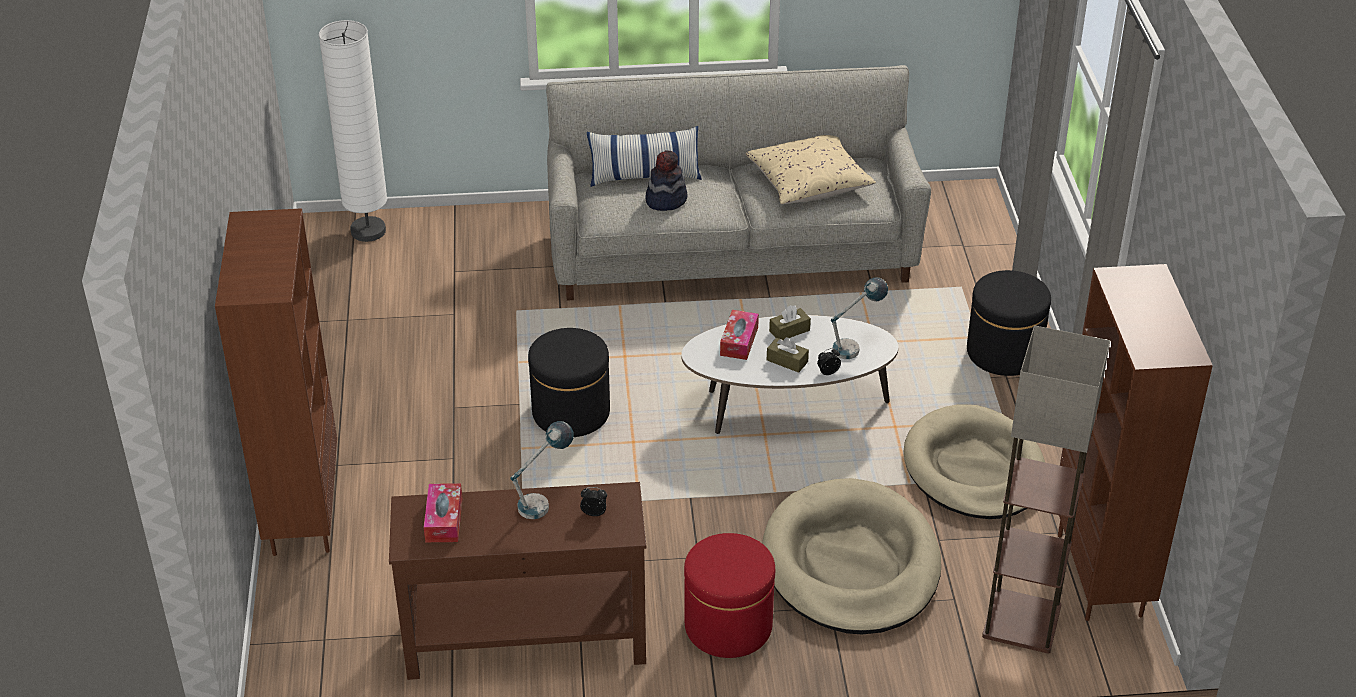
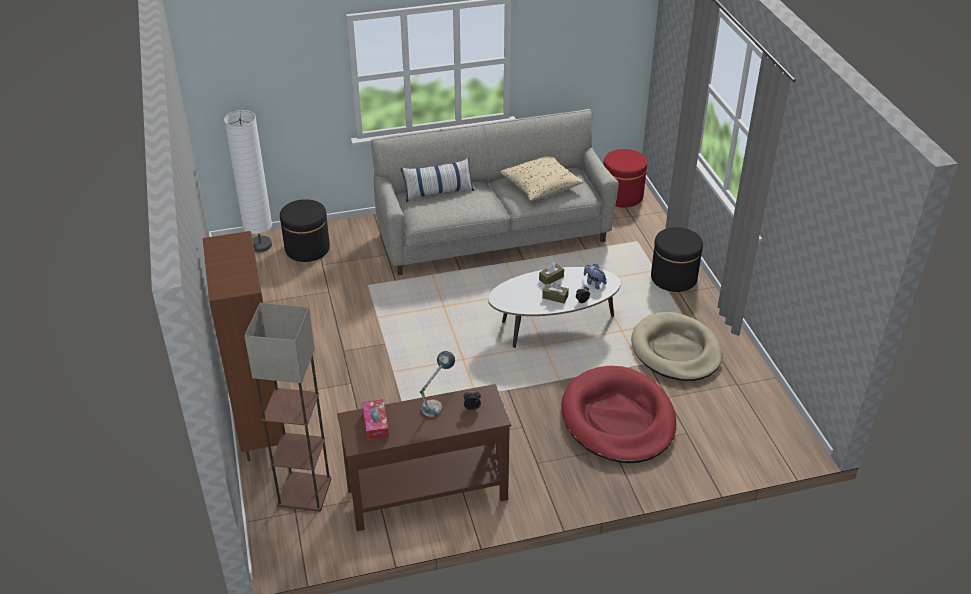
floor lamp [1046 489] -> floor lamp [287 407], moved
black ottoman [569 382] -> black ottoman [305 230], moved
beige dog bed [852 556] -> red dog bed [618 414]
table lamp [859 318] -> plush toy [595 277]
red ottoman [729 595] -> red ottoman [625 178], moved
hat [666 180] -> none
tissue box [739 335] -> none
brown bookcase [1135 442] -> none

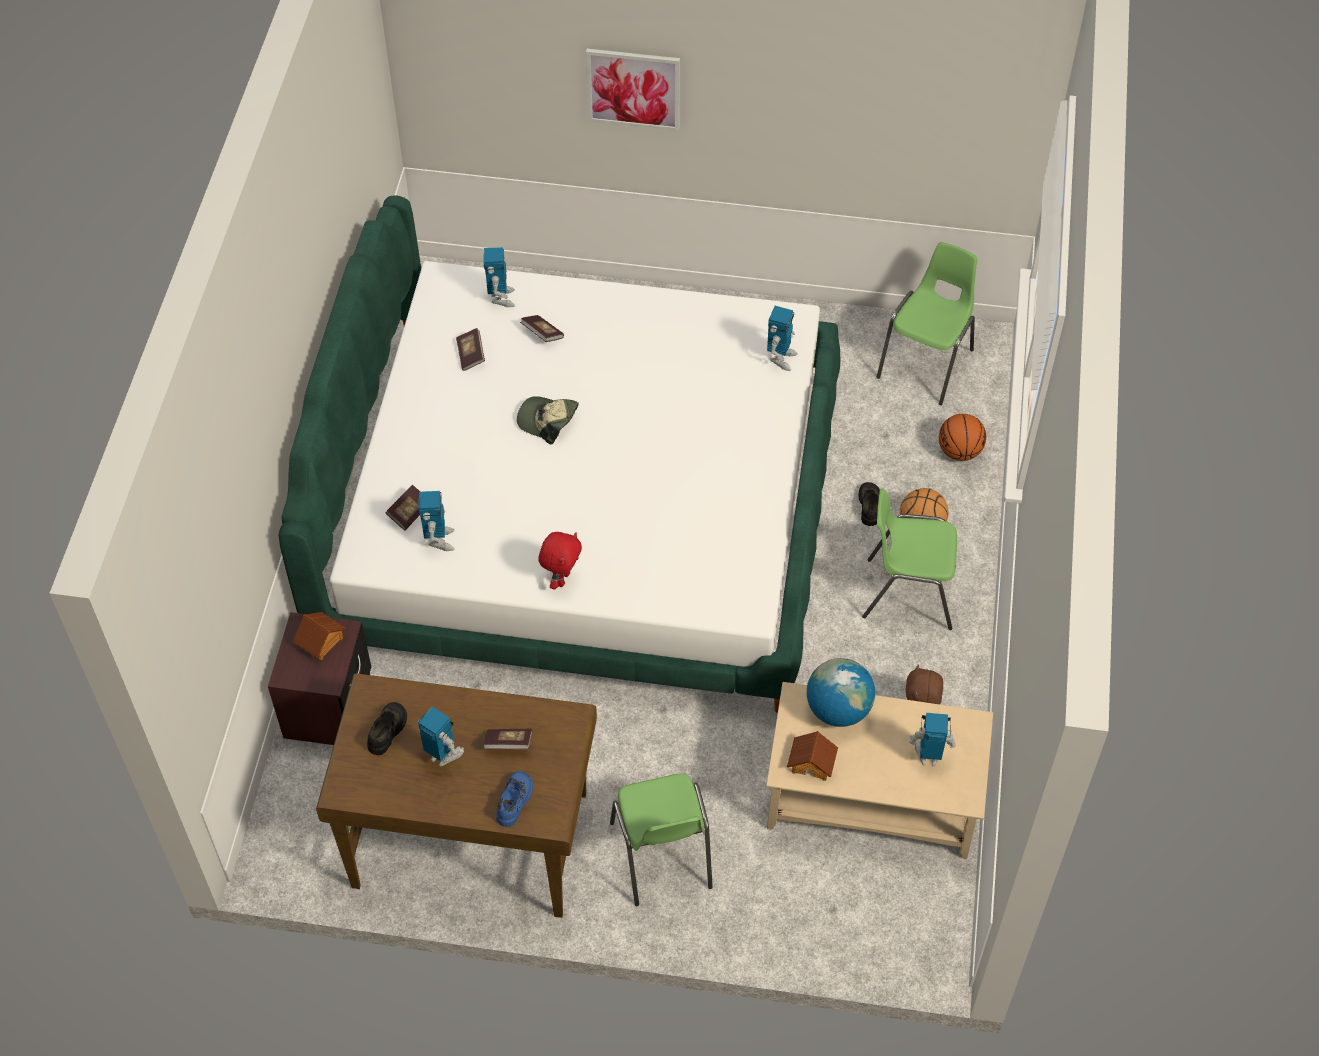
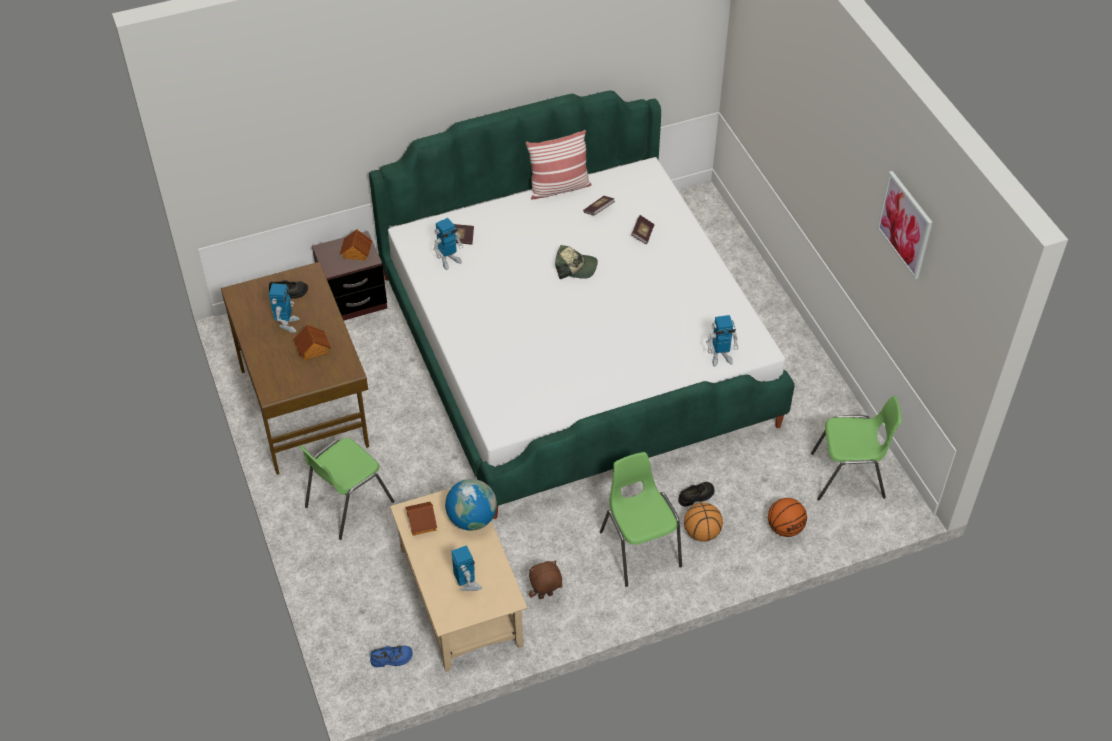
book [508 739] -> toy house [312 343]
blue shoe [514 799] -> blue shoe [391 656], moved
none -> pillow [559 165]
cap [548 420] -> cap [576 262], 105 degrees clockwise
picture [633 90] -> picture [905 225], moved
toy robot [499 277] -> none
red plush toy [560 560] -> none

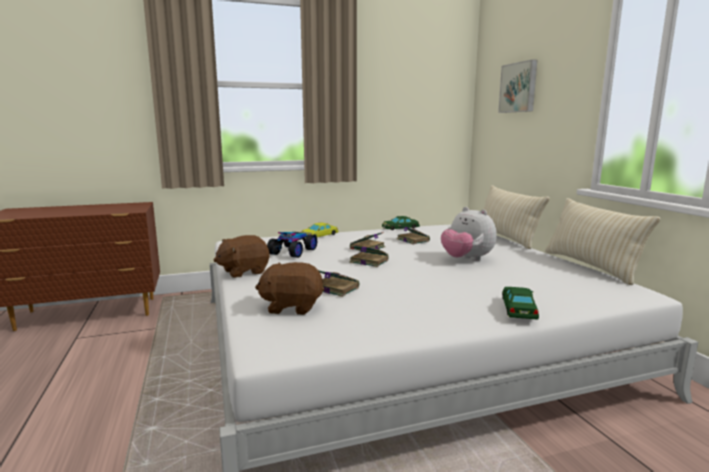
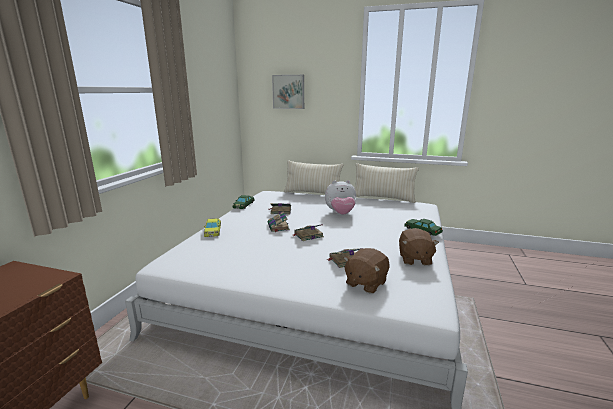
brown plush toy [241 256] -> brown plush toy [419 247], moved
toy car [292 245] -> none

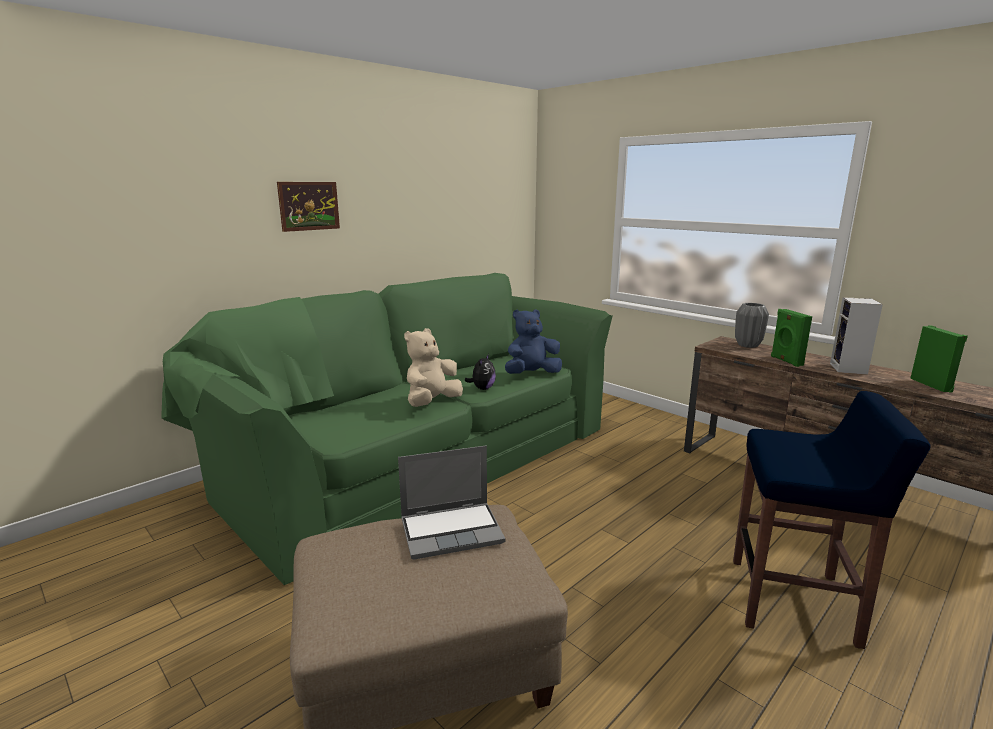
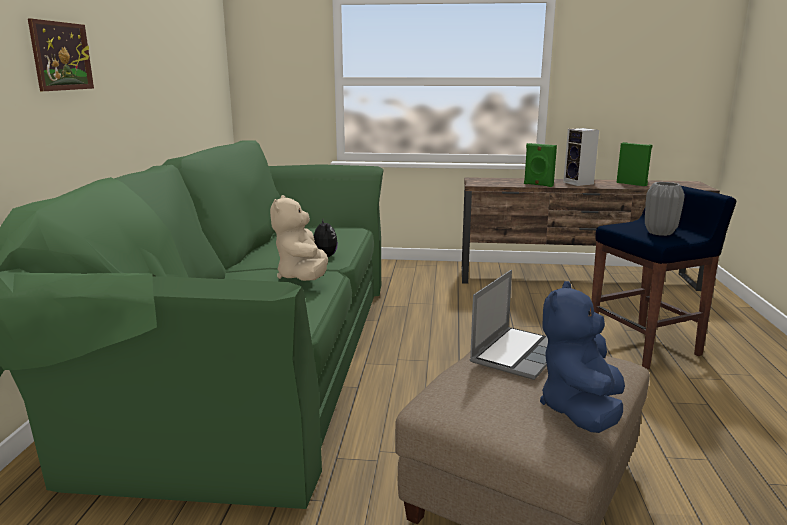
blue plush toy [533 341] -> blue plush toy [582 357], moved
grey vase [752 325] -> grey vase [665 209], moved

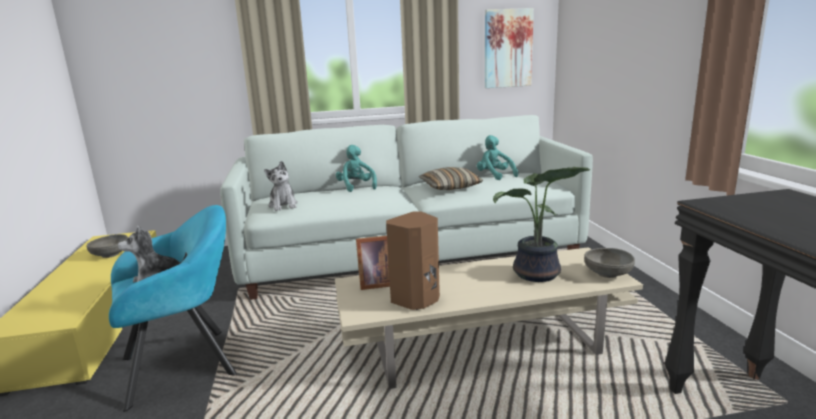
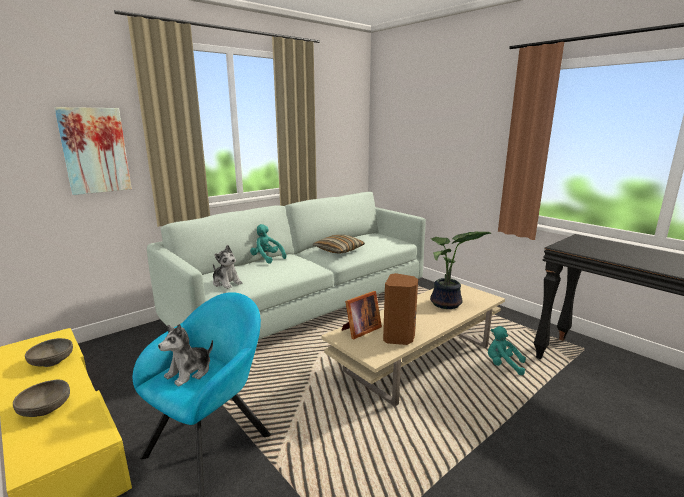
grey bowl [609 263] -> grey bowl [41 398], moved
picture [509 48] -> picture [93 151], moved
turquoise plush toy [497 157] -> turquoise plush toy [507 350], moved

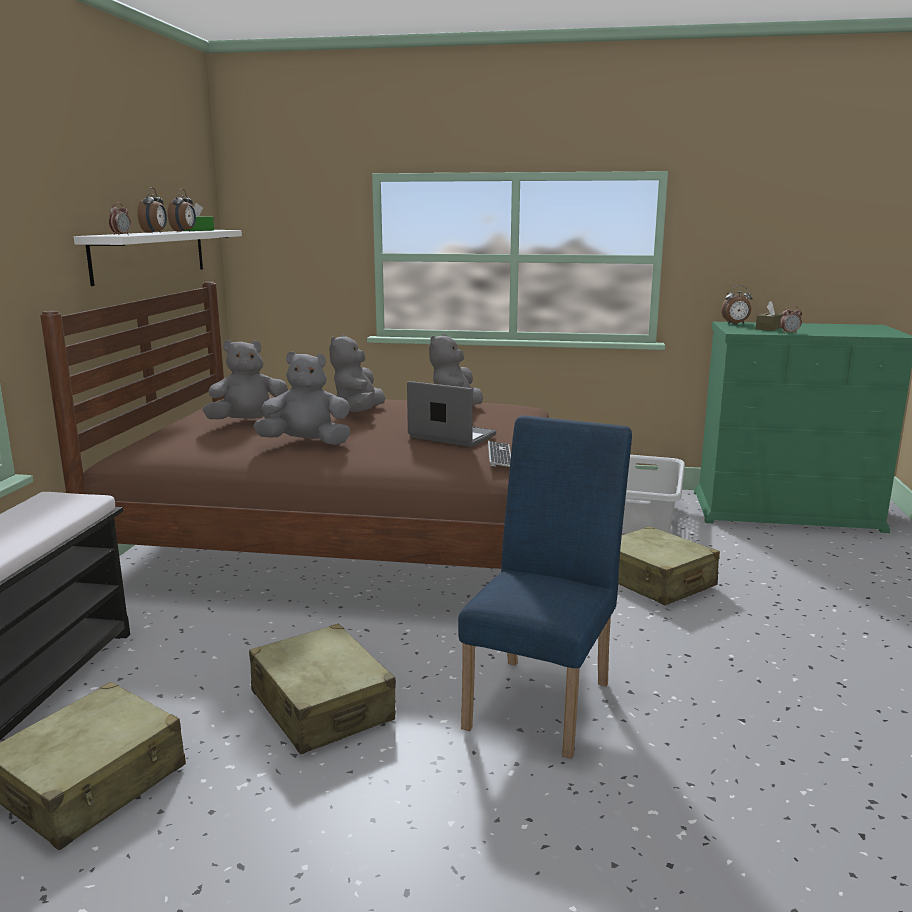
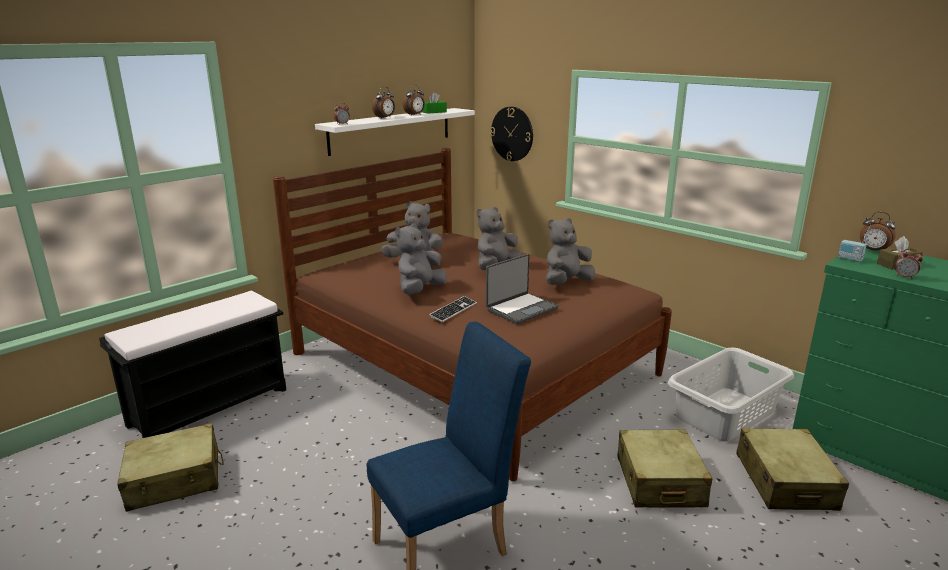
grey plush toy [302 398] -> grey plush toy [421 259], 90 degrees counterclockwise
keyboard [499 454] -> keyboard [453 309], moved
laptop [451 414] -> laptop [522 289], 75 degrees clockwise
none -> wall clock [511 134]
beige suitcase [322 689] -> beige suitcase [792 469], moved
none -> radio [854 243]

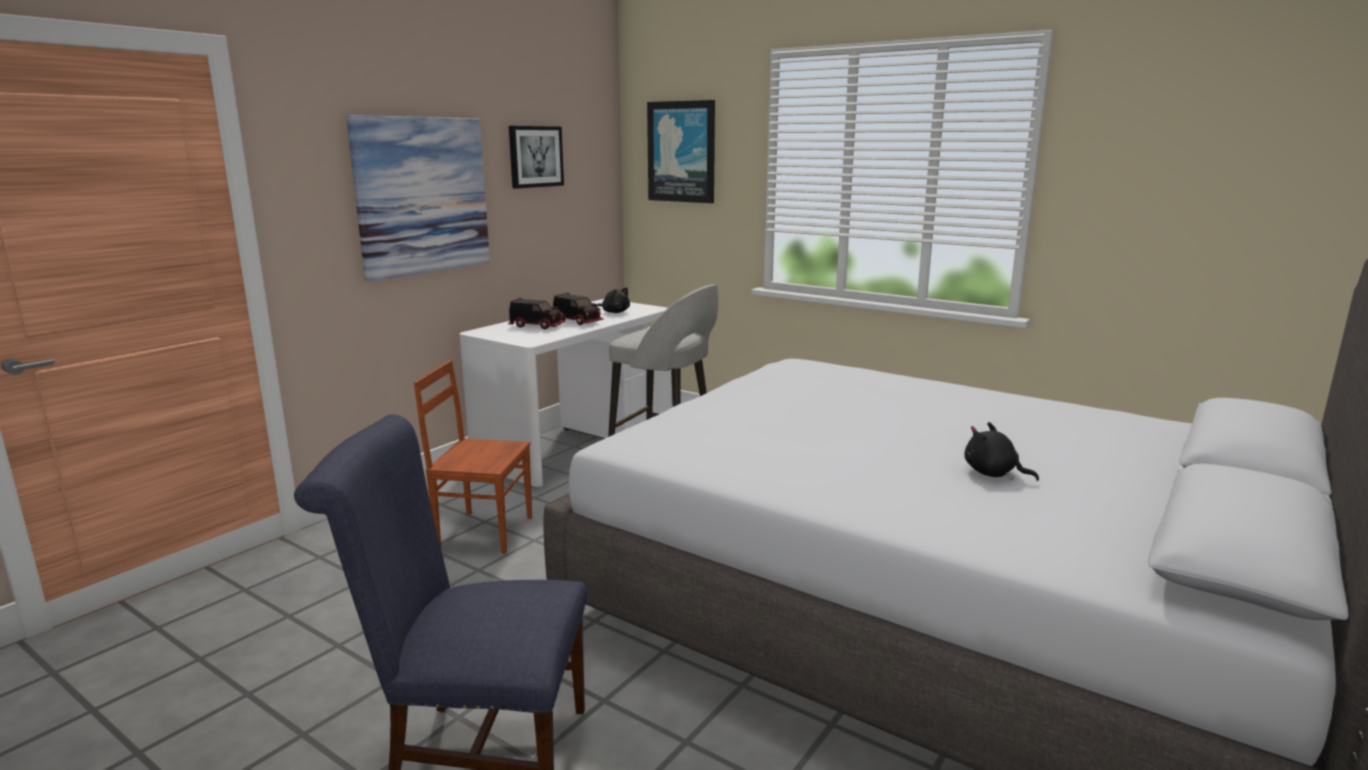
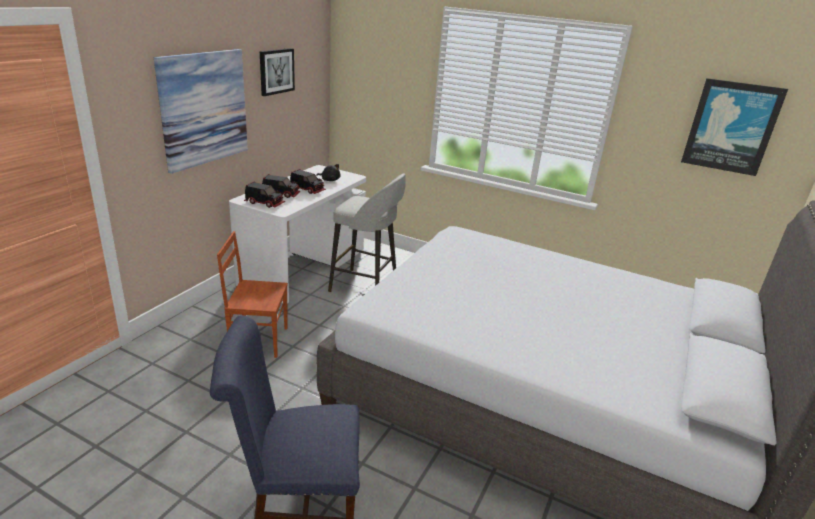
none -> toy truck [264 194]
picture [681 151] -> picture [734 127], moved
black plush toy [1001 451] -> none

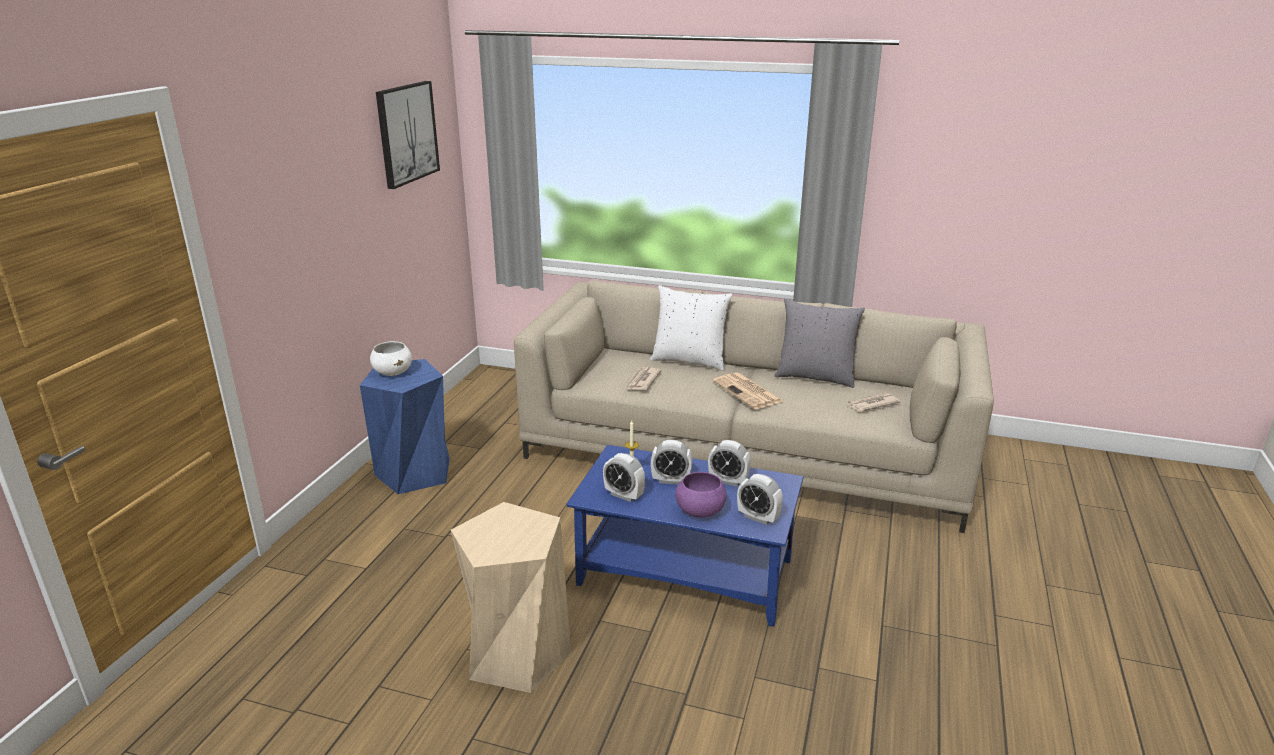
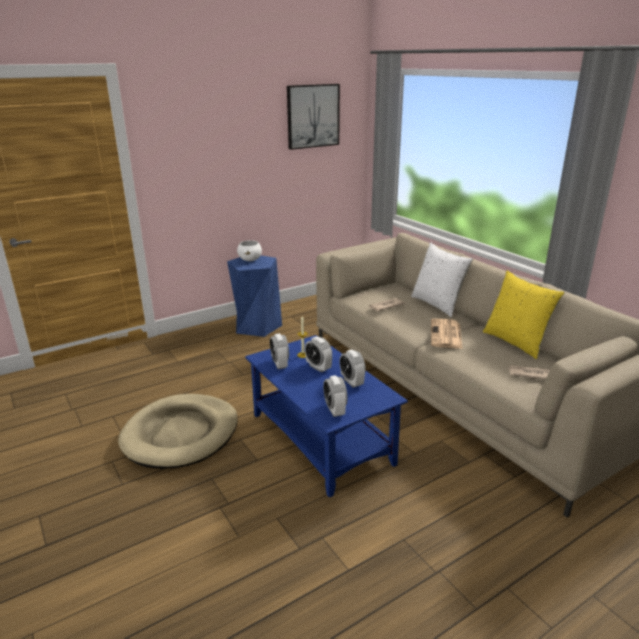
beige stool [511 597] -> beige dog bed [177 431]
grey pillow [819 343] -> yellow pillow [524 315]
purple bowl [700 495] -> none

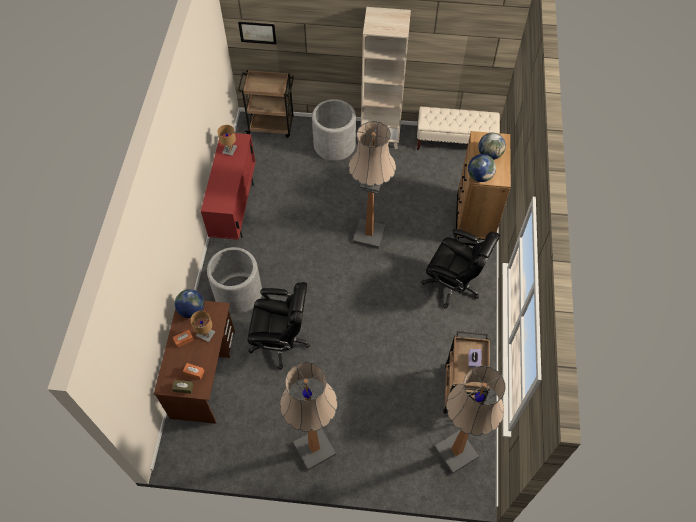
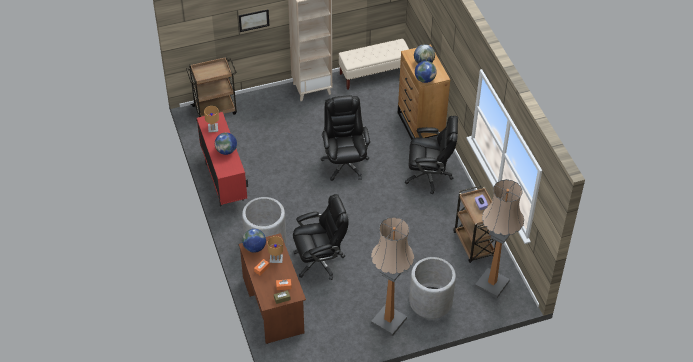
none -> globe [226 143]
picture [257 33] -> picture [254 20], moved
floor lamp [372 185] -> black office chair [345 138]
grey planter [334 130] -> grey planter [432 288], moved

